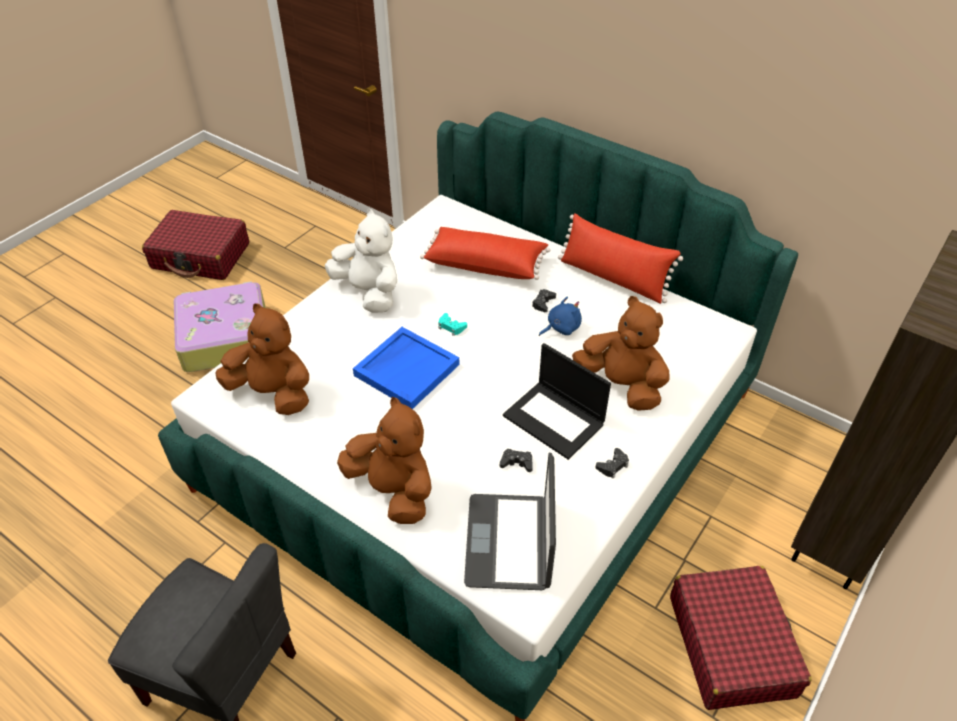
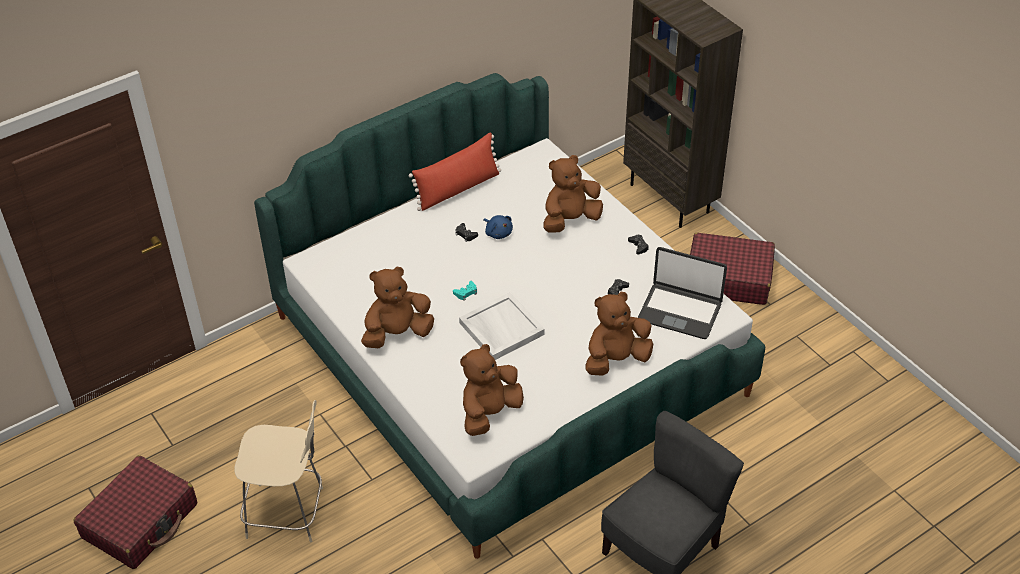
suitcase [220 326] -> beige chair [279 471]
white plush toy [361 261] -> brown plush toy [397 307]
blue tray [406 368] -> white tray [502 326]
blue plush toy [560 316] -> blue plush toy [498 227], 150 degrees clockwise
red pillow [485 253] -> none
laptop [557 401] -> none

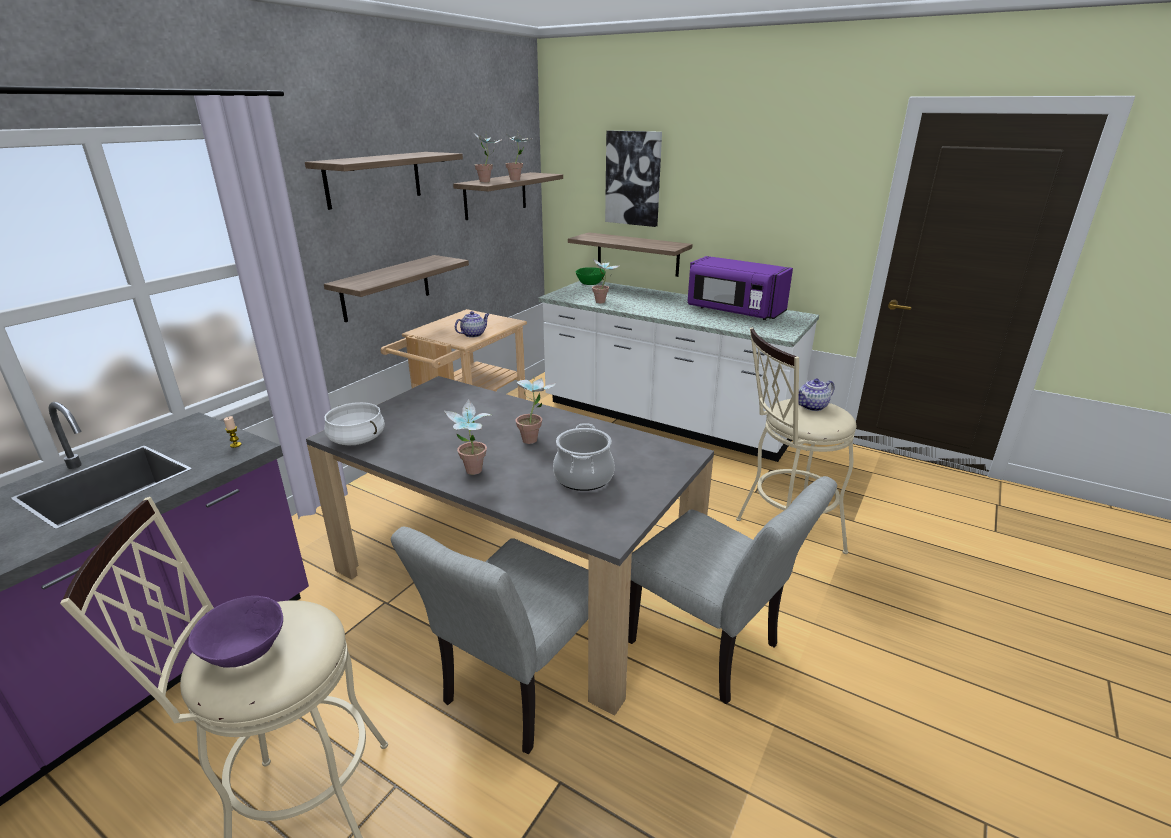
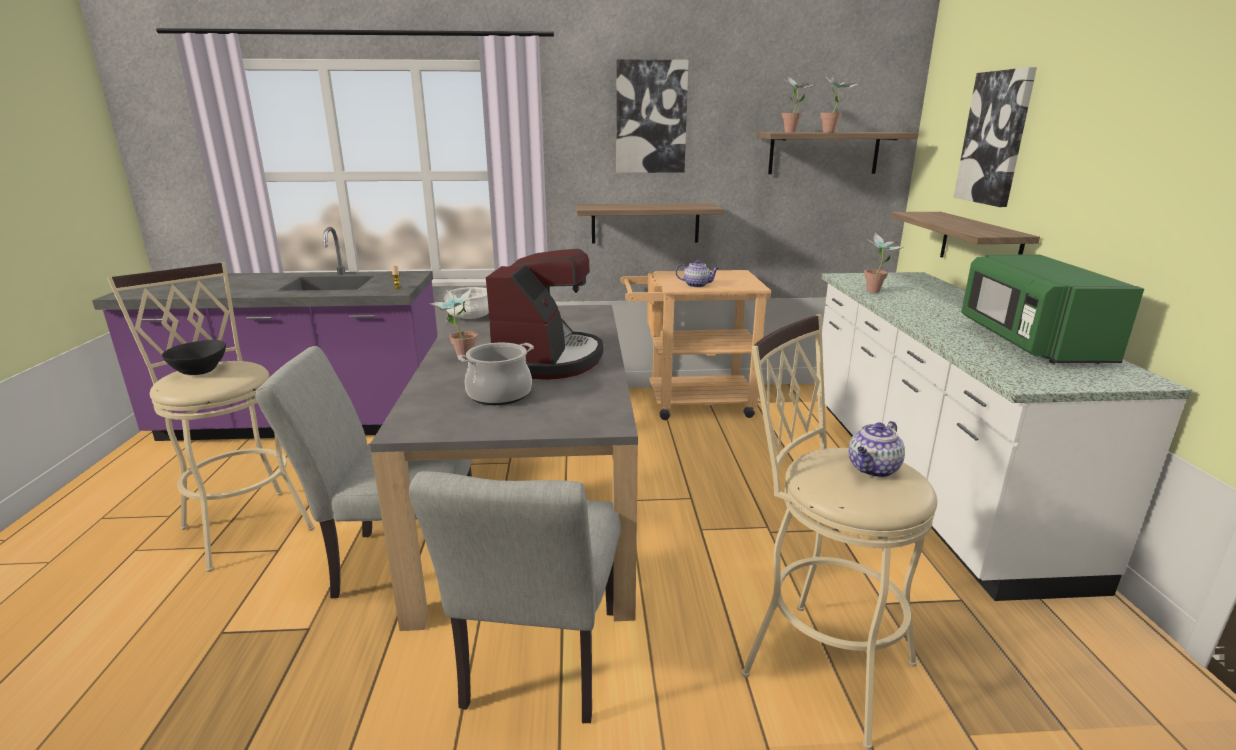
purple bowl [235 632] -> black bowl [194 357]
potted plant [536 410] -> coffee machine [544 314]
shelf [384 181] -> picture [652 116]
teapot [816 395] -> teapot [877 449], 75 degrees counterclockwise
purple microwave [740 288] -> green microwave [1052 309]
green bowl [591 276] -> none

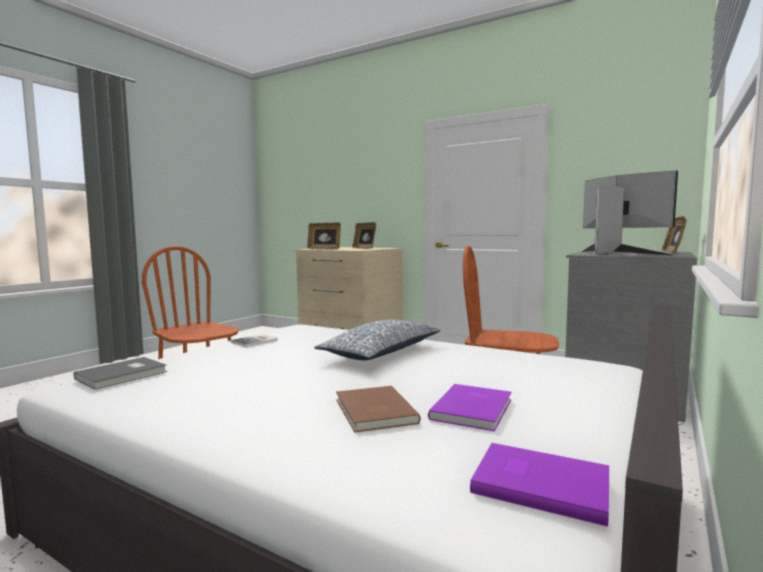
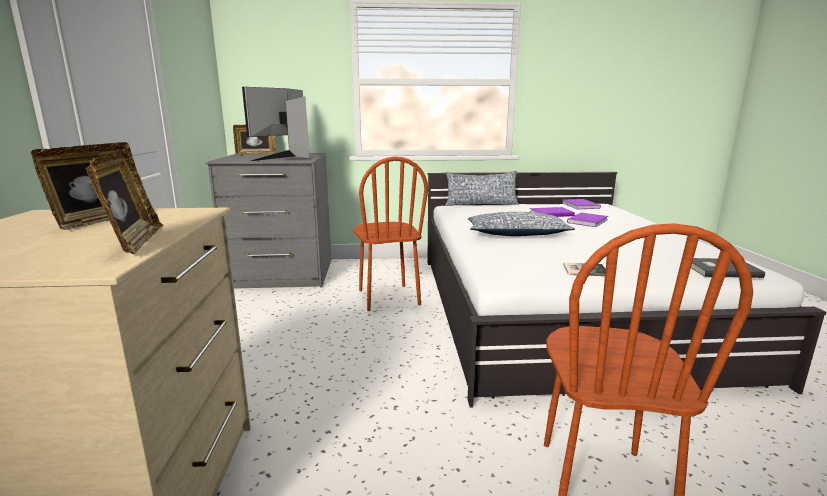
none -> pillow [482 188]
brown book [378 409] -> purple book [587 220]

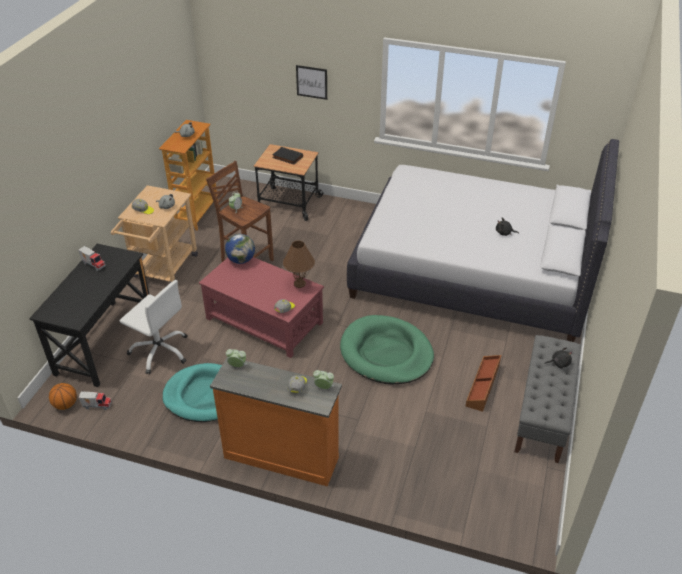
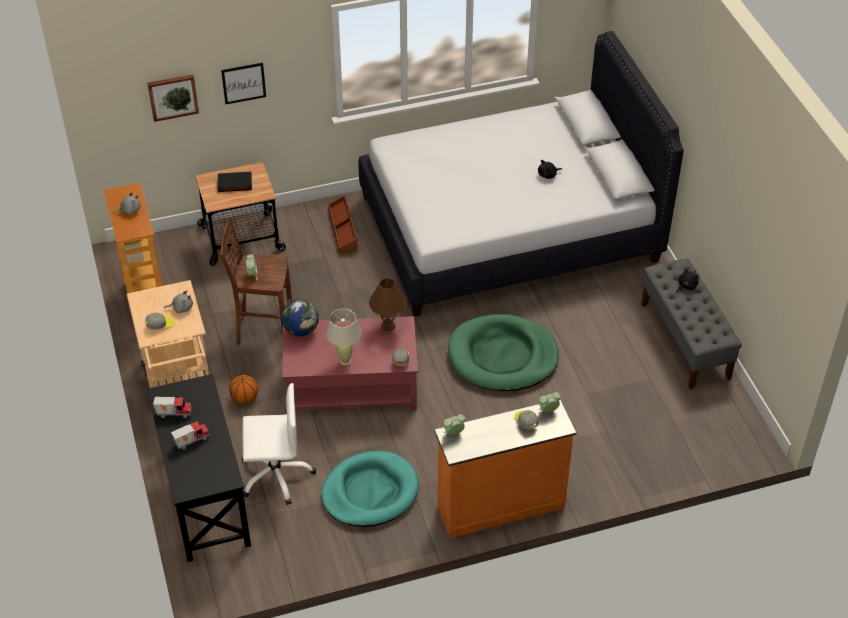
none -> picture [173 98]
toy truck [95 401] -> toy truck [190 436], moved
basketball [63 396] -> basketball [243 389], moved
none -> beige table lamp [343 337]
brown storage box [484 383] -> brown storage box [343 224], moved

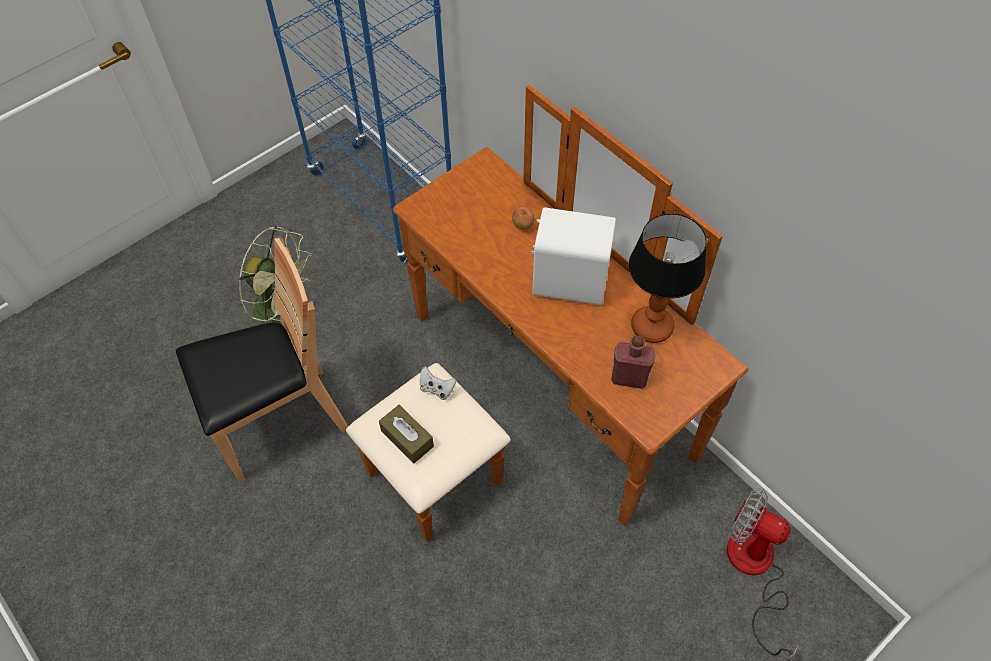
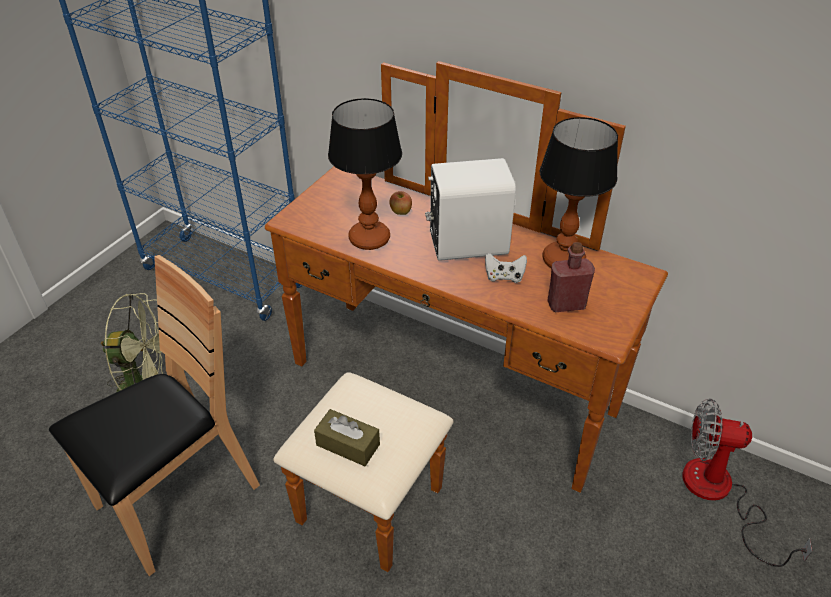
none -> table lamp [365 174]
white game controller [438 383] -> white game controller [506 268], moved

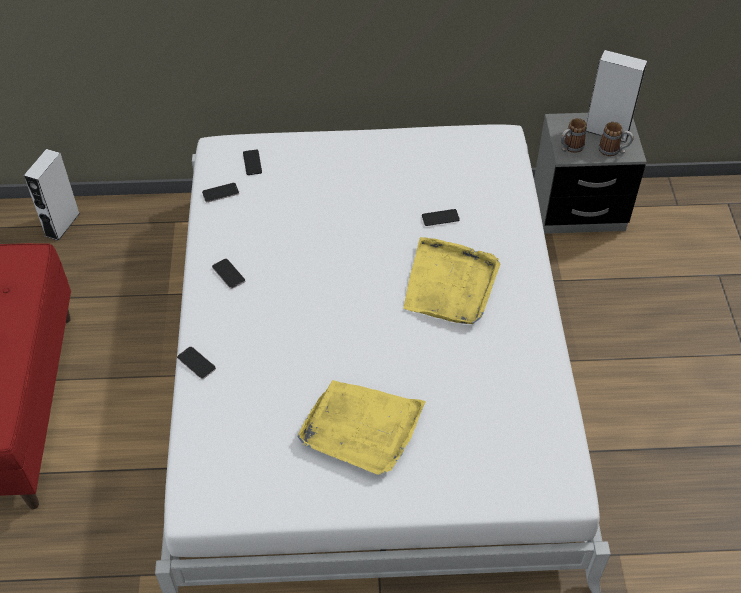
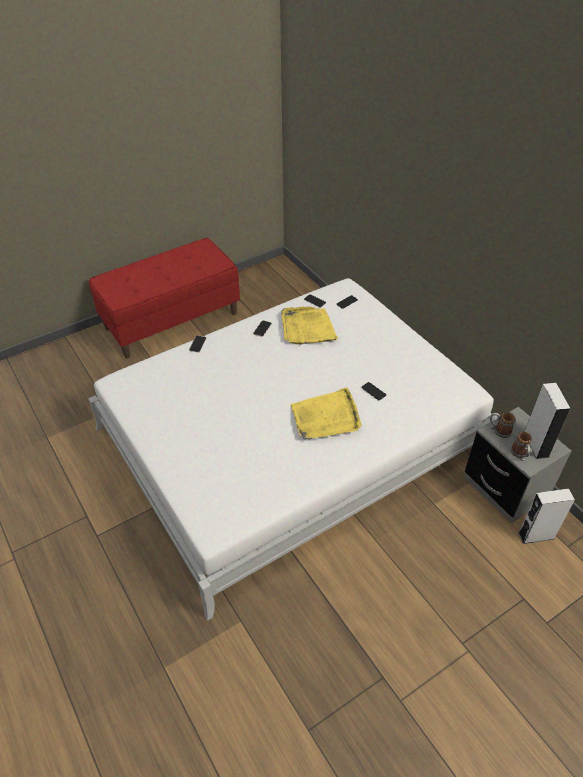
yellow tray [361 427] -> yellow tray [309 325], moved
grey speaker [52 195] -> grey speaker [546 516], moved

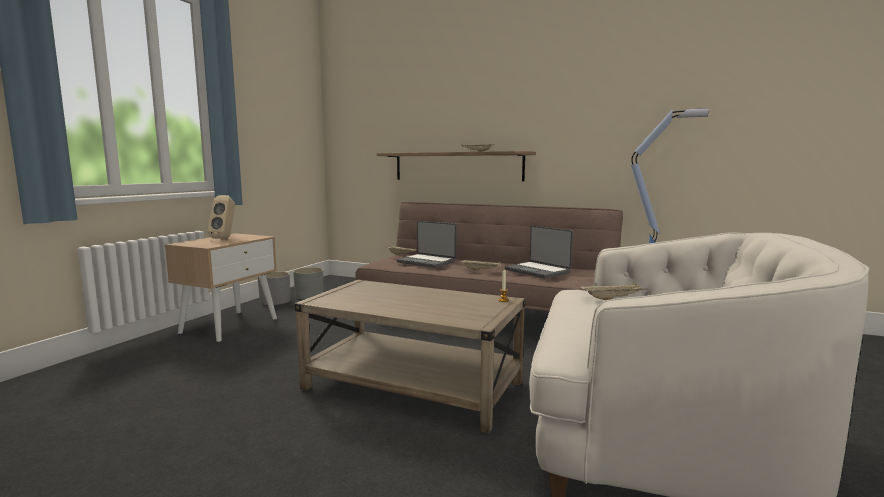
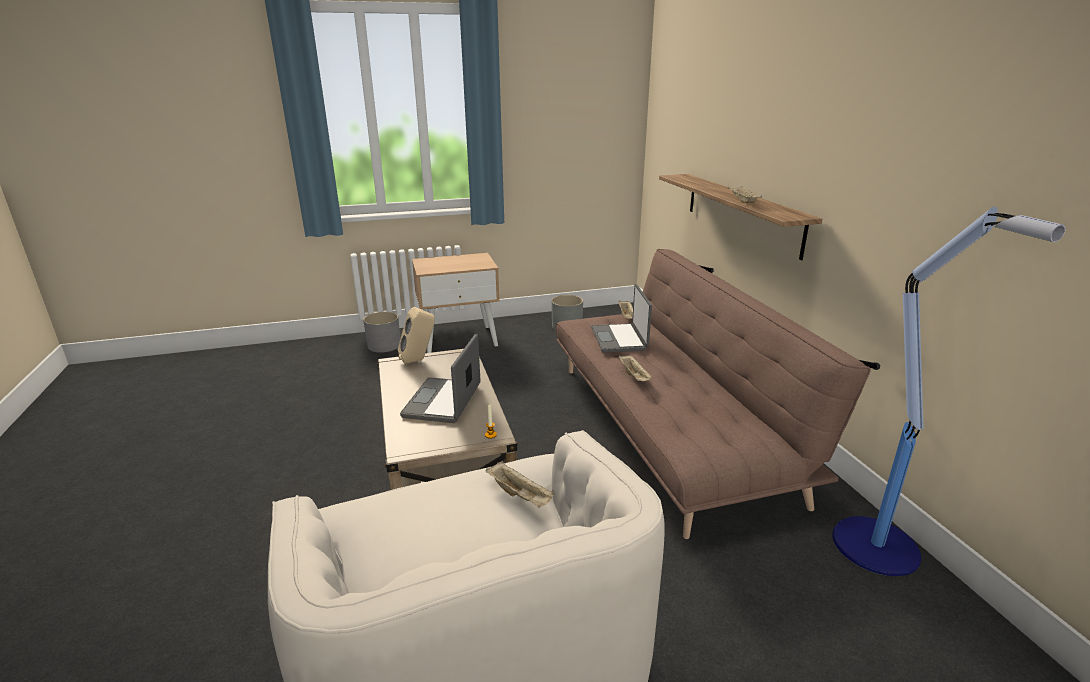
grey planter [274 288] -> grey planter [381 332], moved
beige speaker [221 217] -> beige speaker [416 335], moved
laptop [539 252] -> laptop [440 378], moved

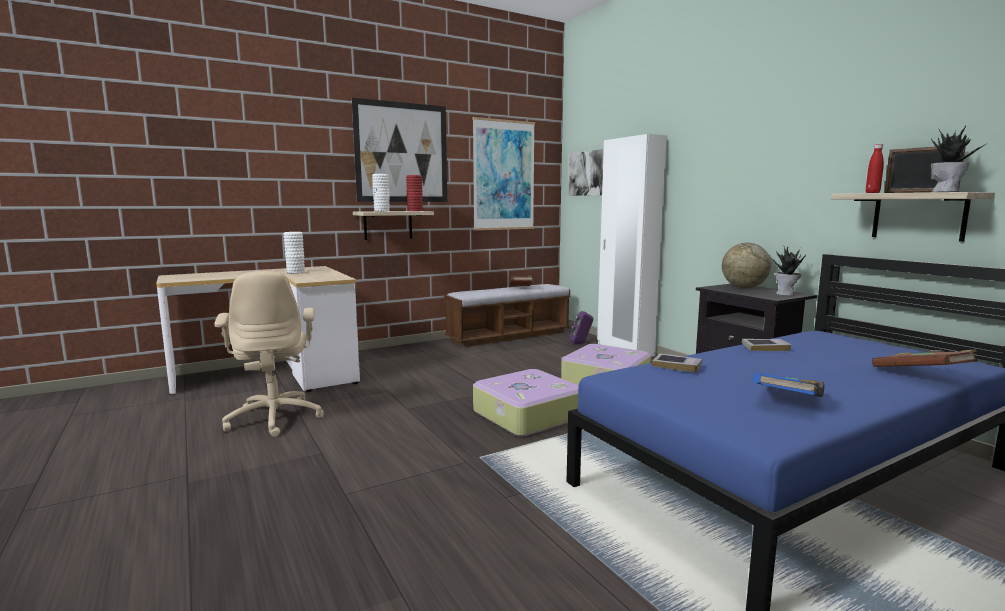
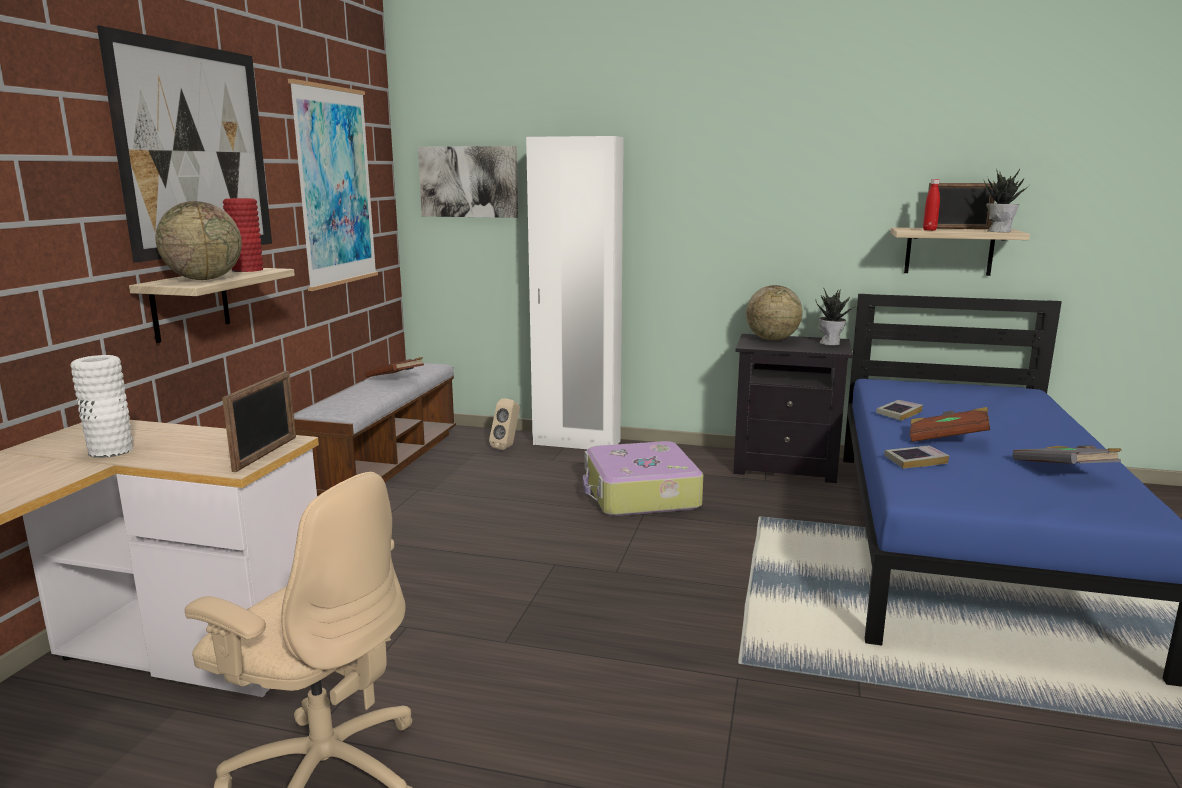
white vase [381 193] -> globe [198 240]
none -> picture frame [259 421]
purple speaker [581 327] -> beige speaker [504 424]
brown book [925 358] -> brown book [950 424], moved
blue book [789 385] -> grey book [1067 454]
suitcase [526 403] -> none

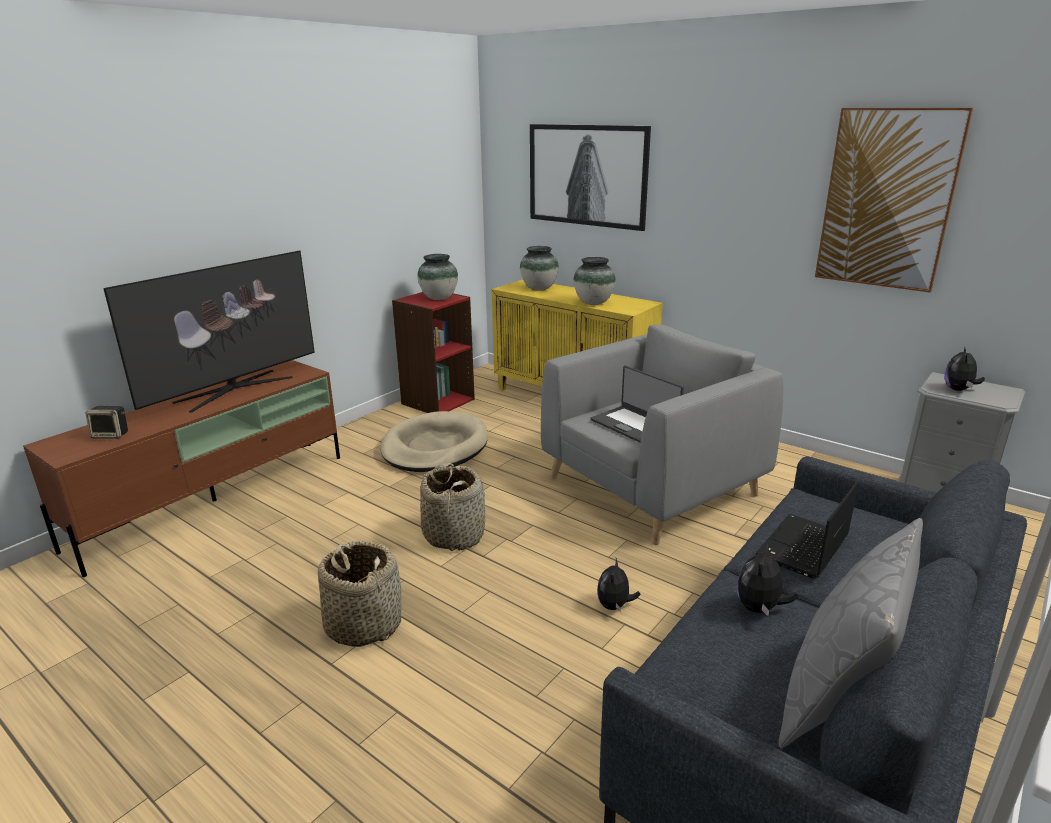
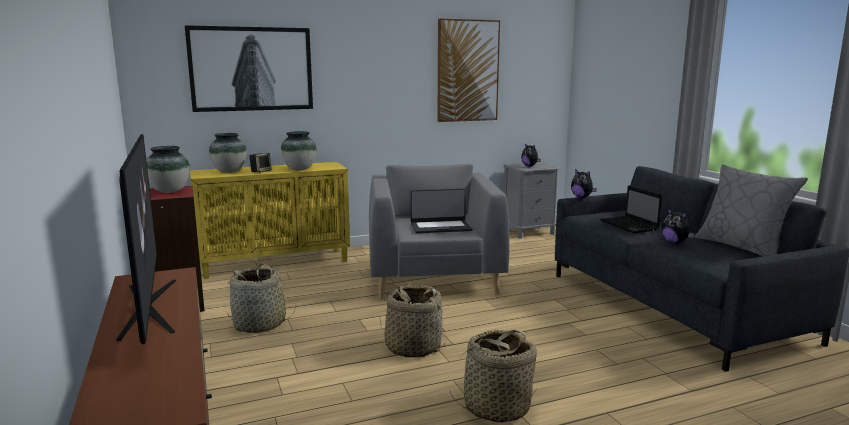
beige dog bed [434 441] -> basket [261 298]
speaker [107 422] -> speaker [261 163], moved
plush toy [619 585] -> plush toy [584 183], moved

